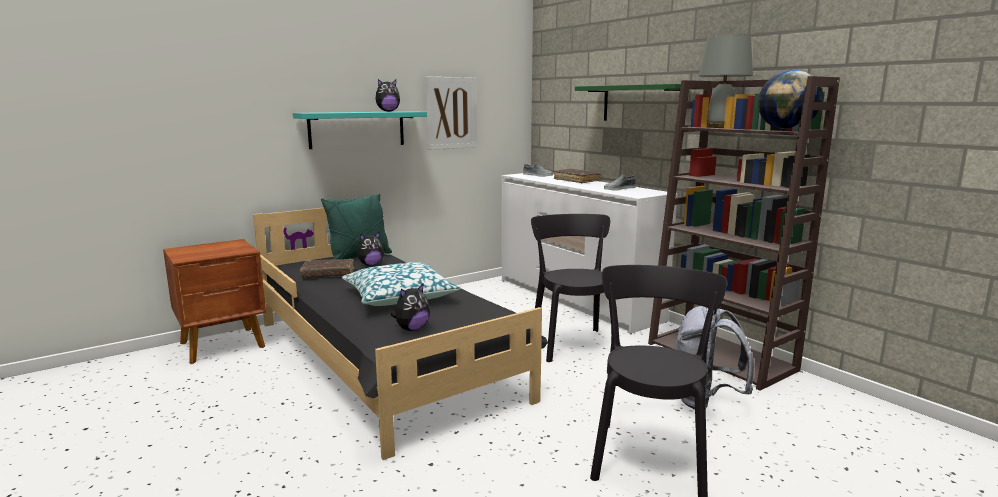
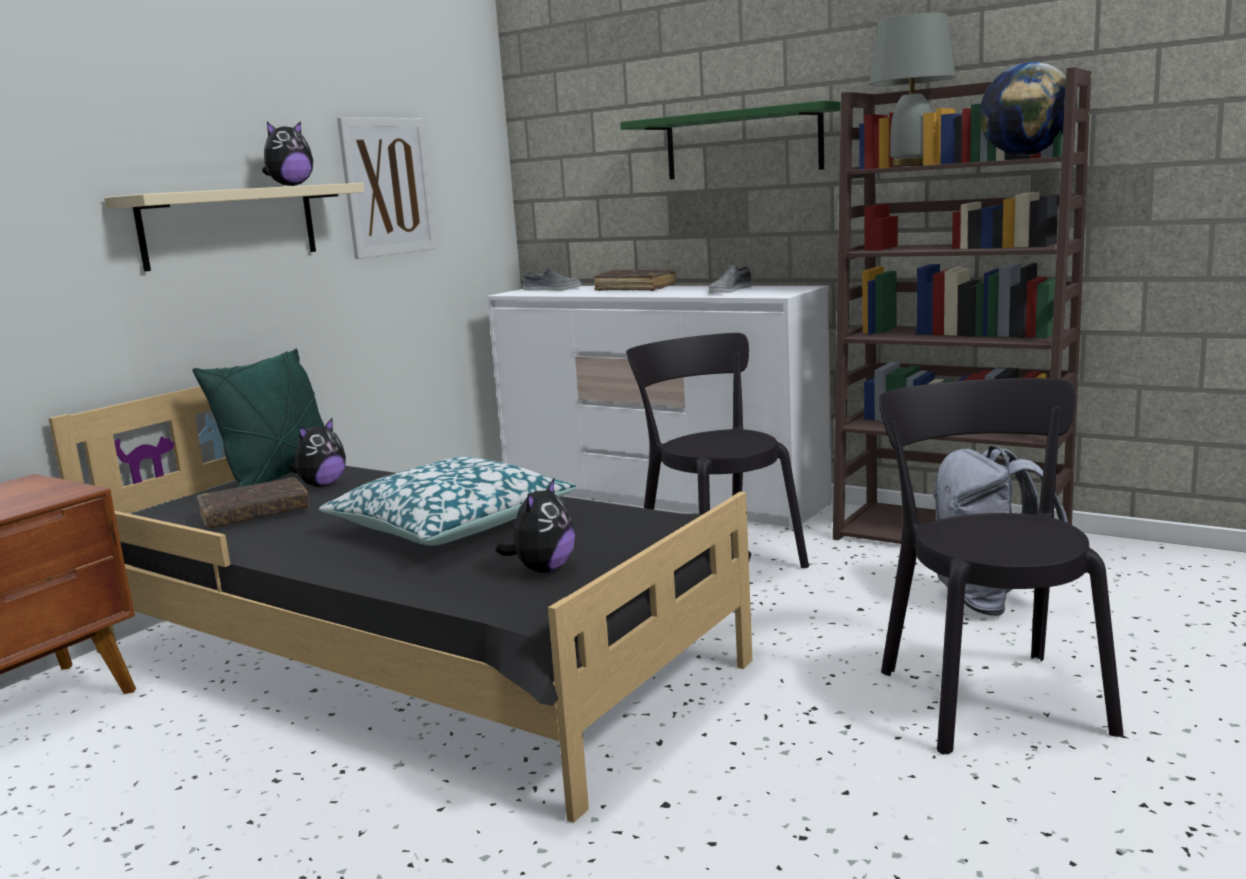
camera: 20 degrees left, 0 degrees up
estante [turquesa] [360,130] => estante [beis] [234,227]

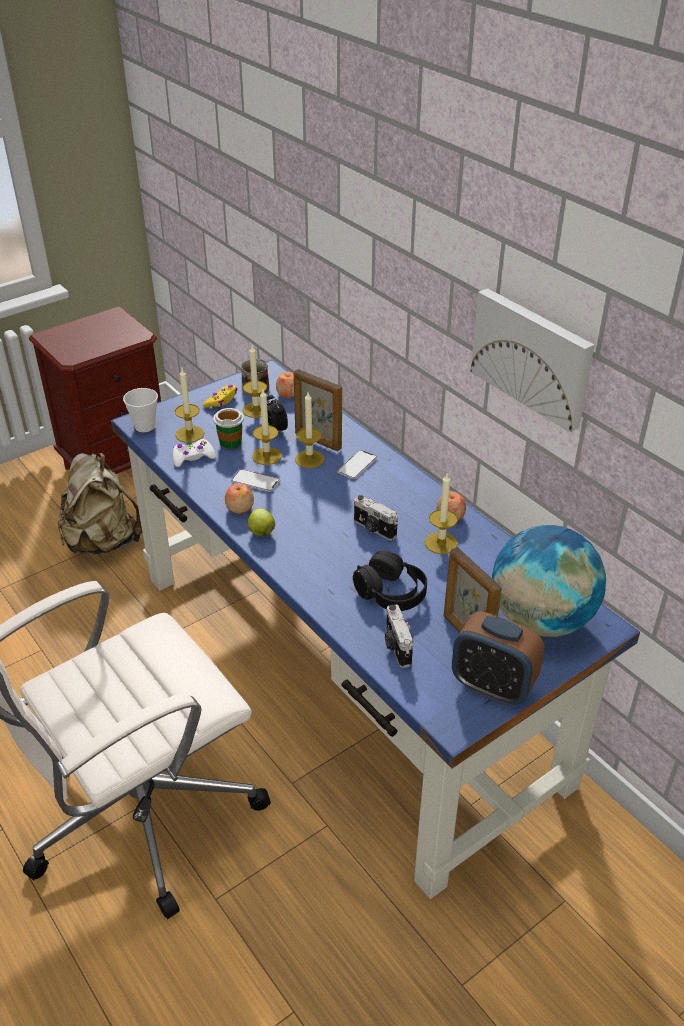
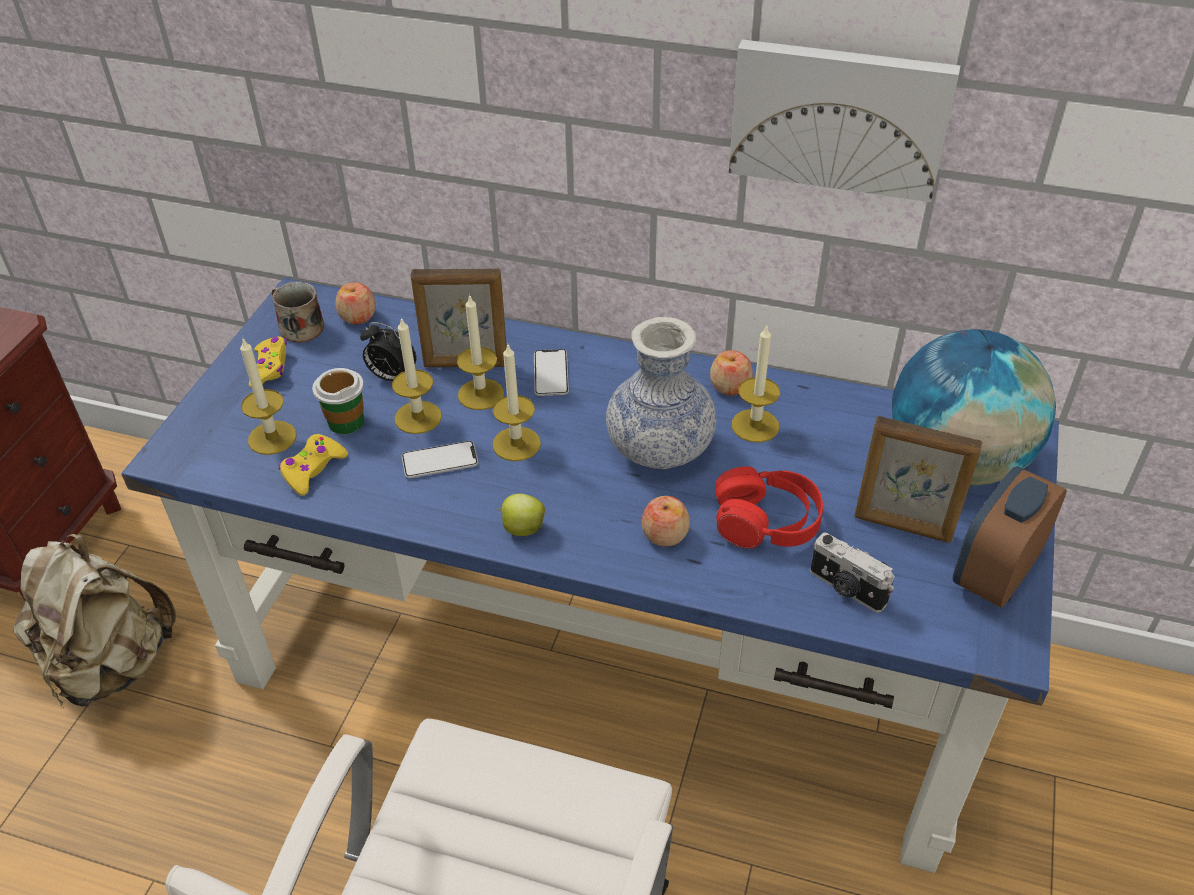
camera: 35 degrees left, 5 degrees up
taza [140,410] => nothing
mando de consola [blanco] [194,453] => mando de consola [amarillo] [313,465]
manzana [239,498] => manzana [665,521], moved
vela [254,381] => vela [517,402], moved
auriculares [negro] [390,580] => auriculares [rojo] [769,507]
cámara [376,518] => florero [661,393]
despertador [498,658] => despertador [1009,537], 135 degrees clockwise

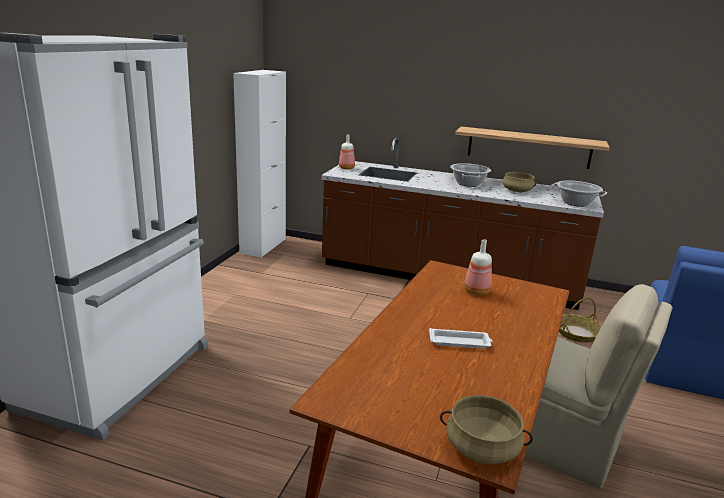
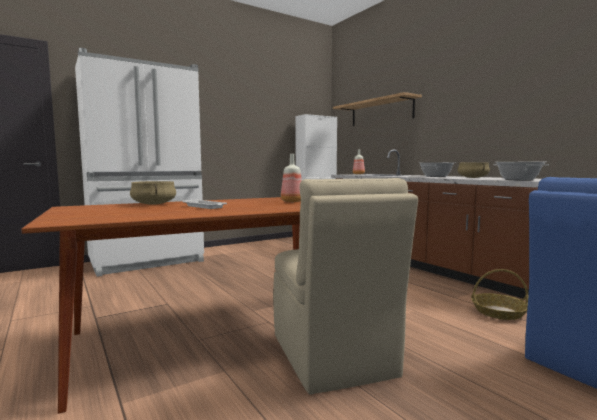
camera: 40 degrees right, 15 degrees down
olla [beis] [486,429] => olla [beis] [153,193], moved
estante [532,148] => estante [377,109], moved

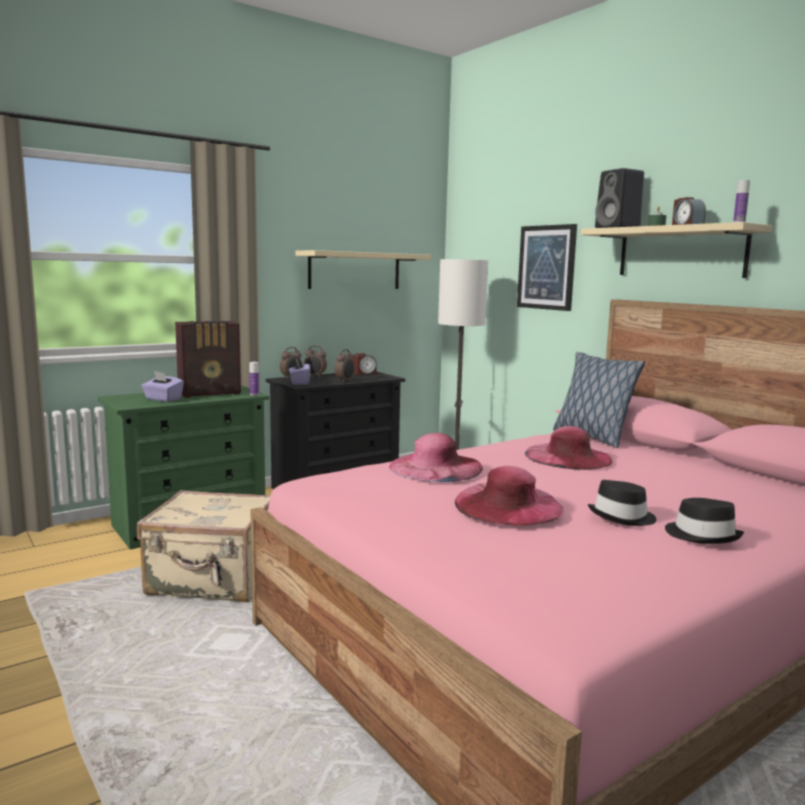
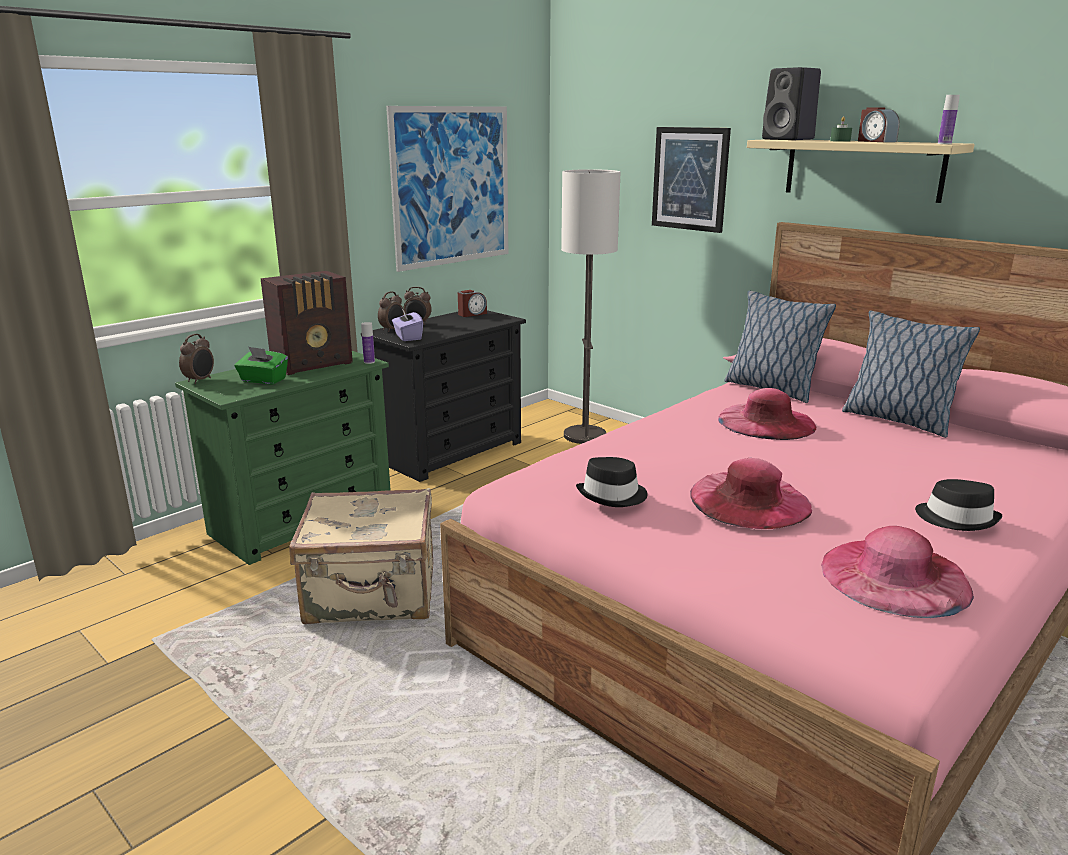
camera: 10 degrees left, 10 degrees up
caja de pañuelos [morado] [163,386] => caja de pañuelos [verde] [261,365]
estante [beis] [363,269] => cuadro [447,189]
despertador [345,365] => despertador [196,359], moved
sombrero [rosa] [436,457] => sombrero [rosa] [897,572], moved
sombrero [negro] [622,503] => sombrero [negro] [612,482], moved
nothing => cojín [911,374]

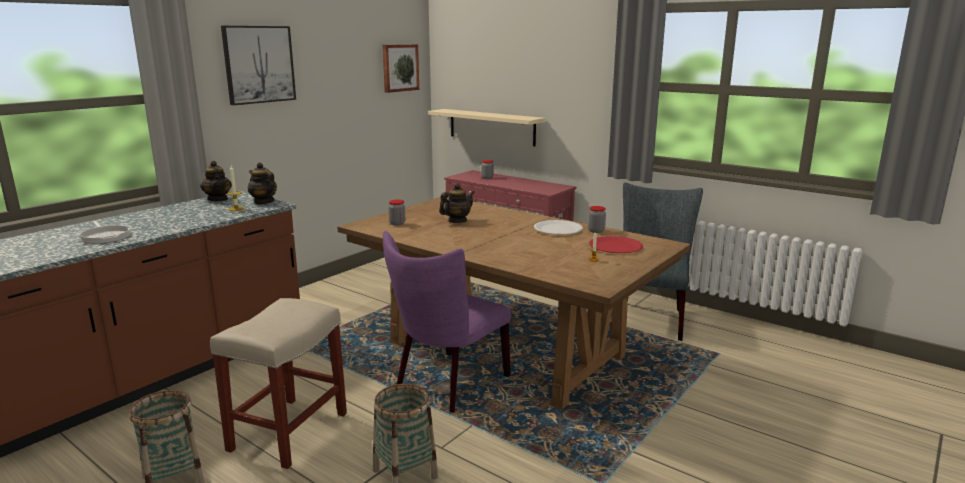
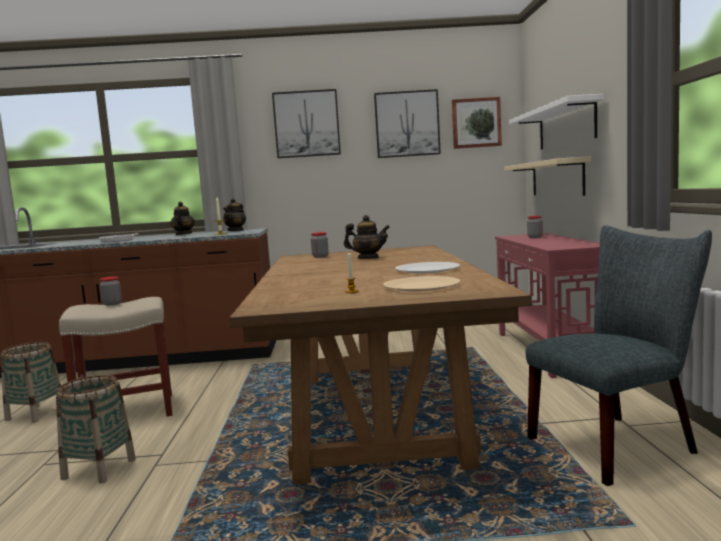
camera: 50 degrees right, 10 degrees down
tetera [262,183] => tetera [182,218], moved
silla [morado] [447,321] => nothing
tarro [597,219] => tarro [111,291], moved
plato [rojo] [616,244] => plato [beis] [422,284]
nothing => cuadro [407,123]
nothing => estante [blanco] [556,121]

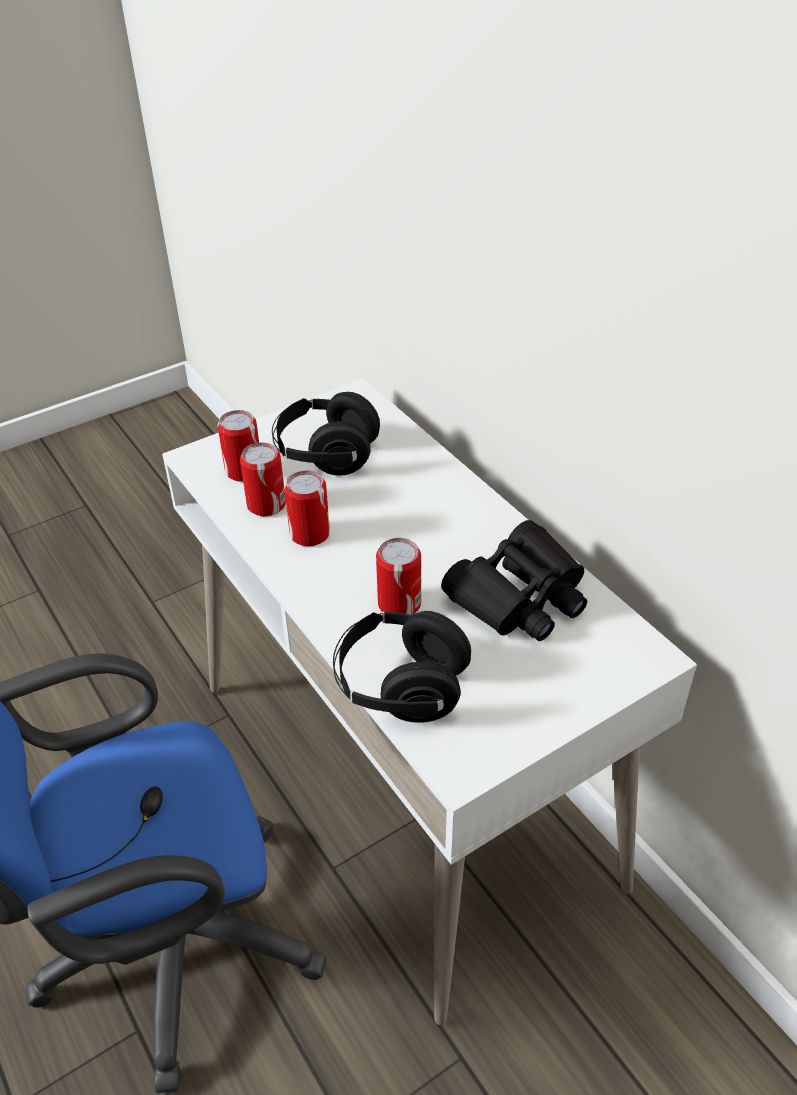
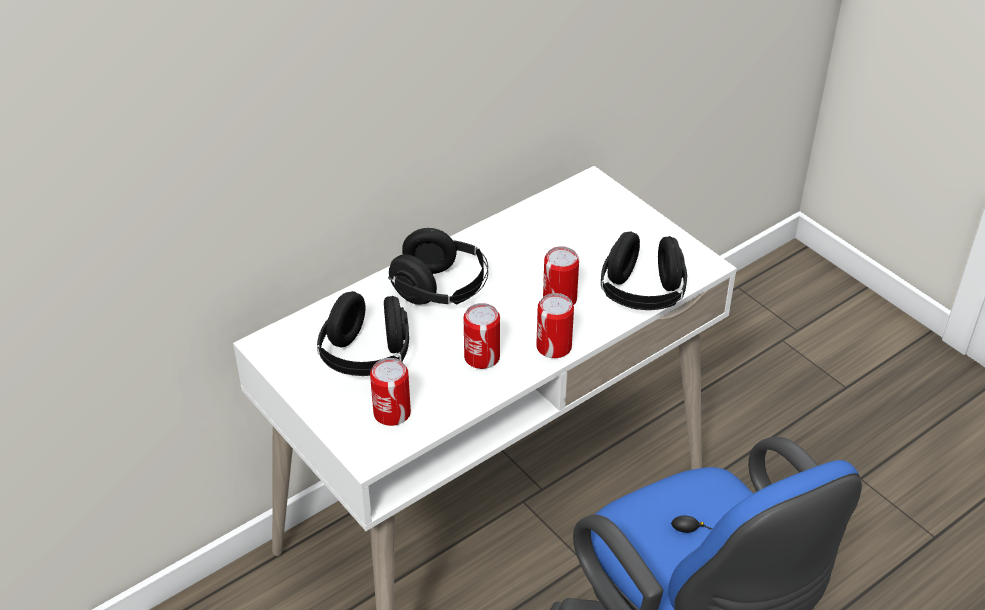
camera: 95 degrees left, 0 degrees up
lata [263,479] => lata [555,325], moved
prismáticos [negro] [514,580] => nothing
nothing => auriculares [negro] [438,266]

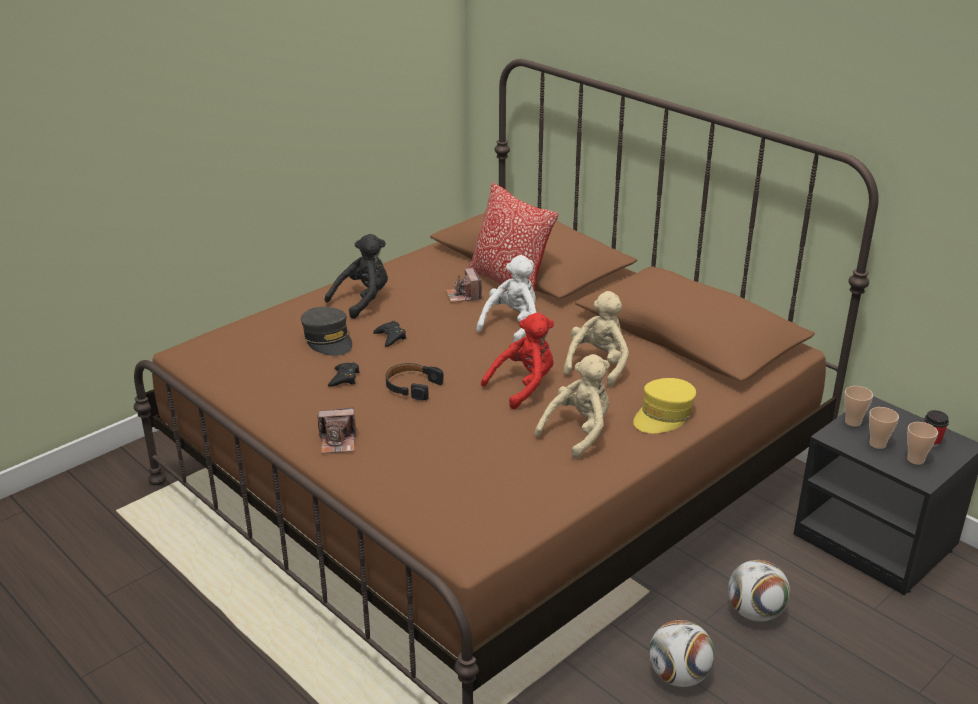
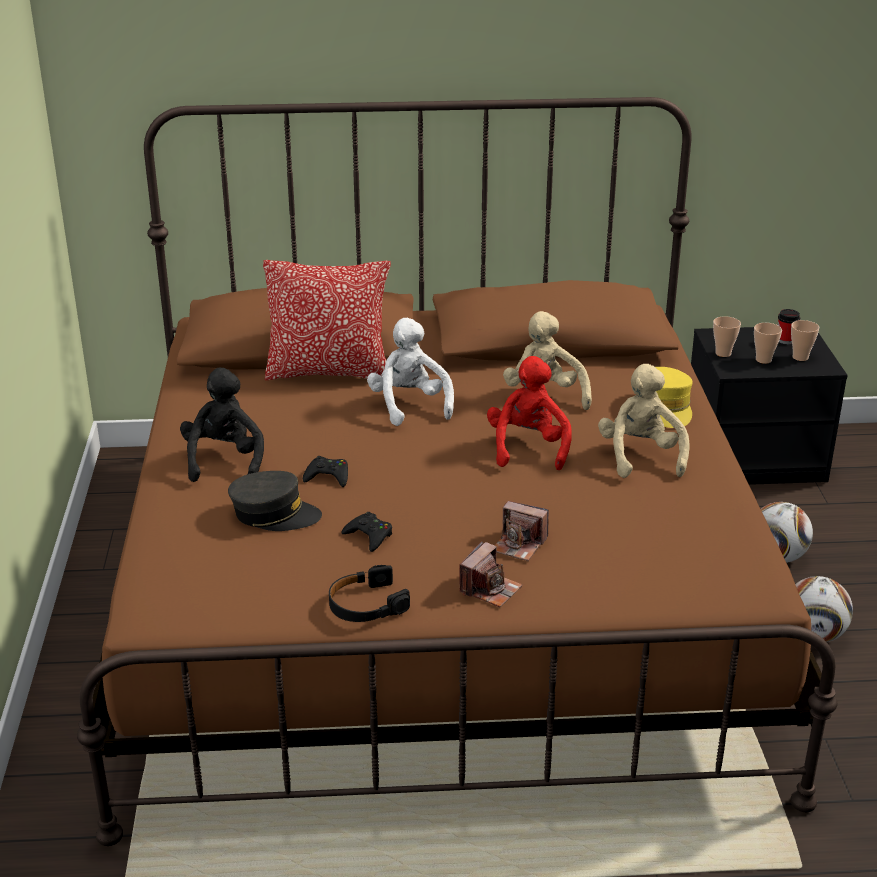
camera: 50 degrees left, 0 degrees up
auriculares [negro] [415,381] => auriculares [negro] [369,593], moved
cámara [464,285] => cámara [522,531], moved

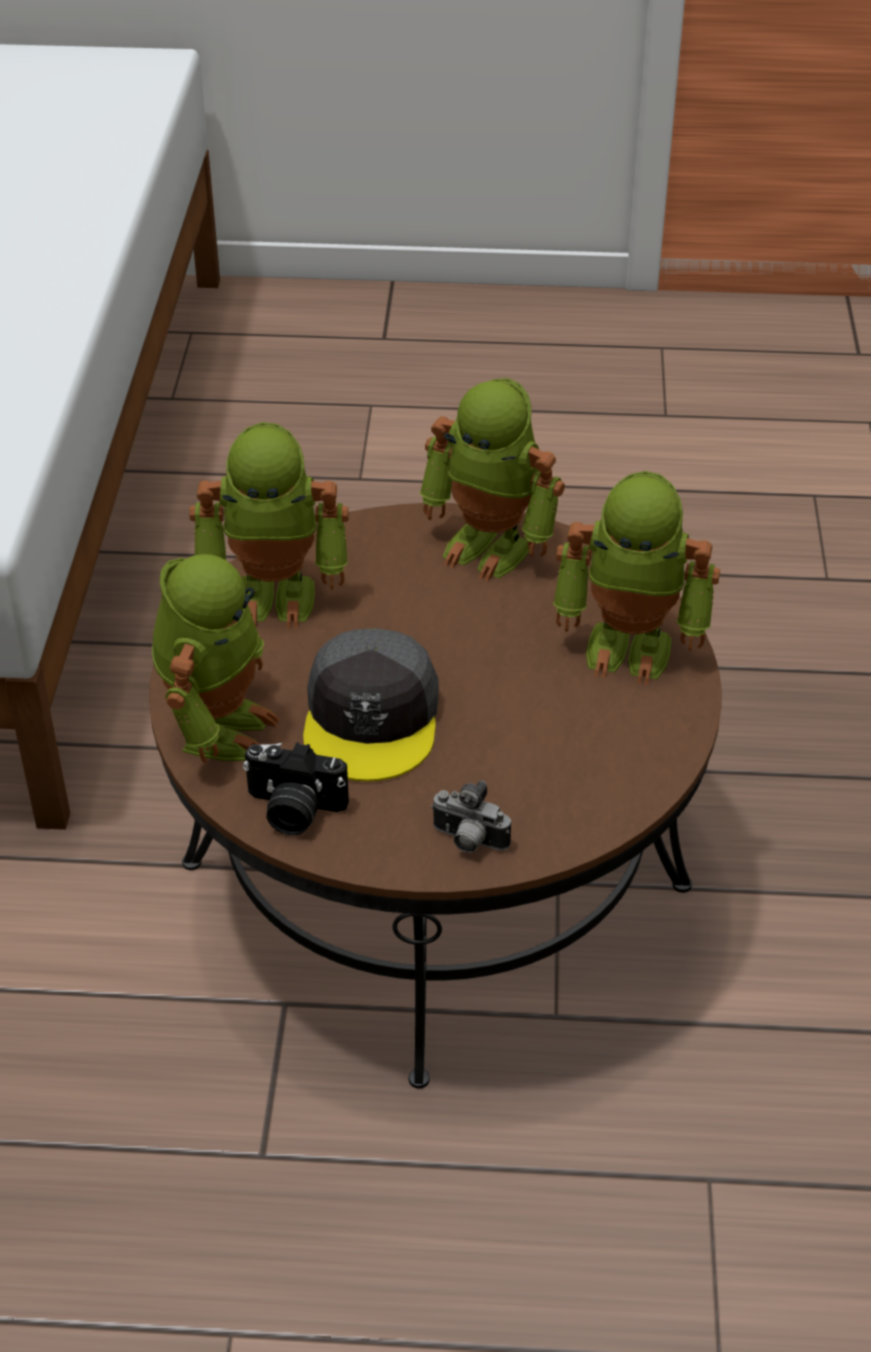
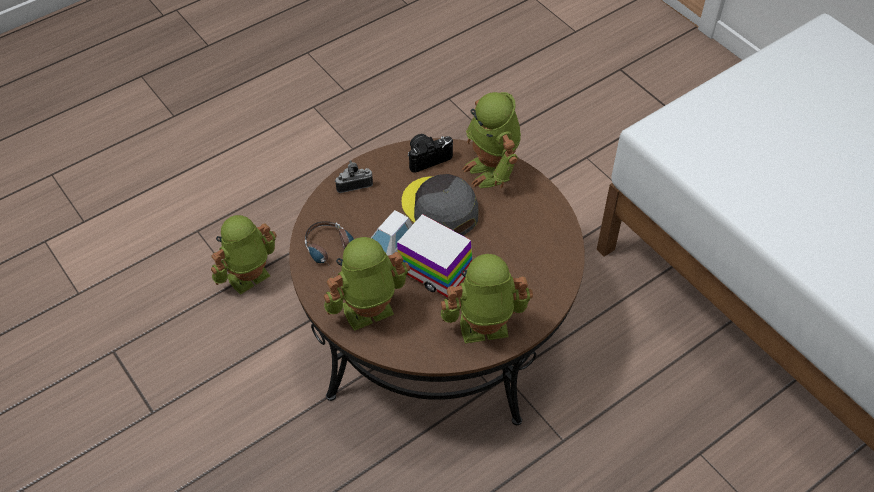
camera: 140 degrees right, 10 degrees up
robot de juguete [269,525] => robot de juguete [244,255], moved
nothing => auriculares [329,248]
nothing => camión de juguete [421,254]

